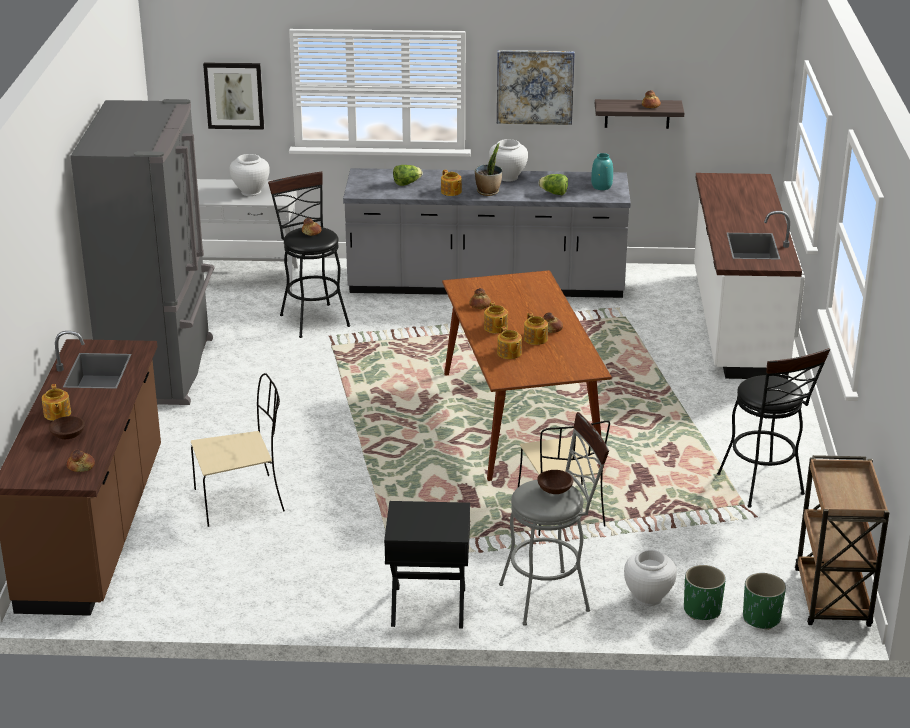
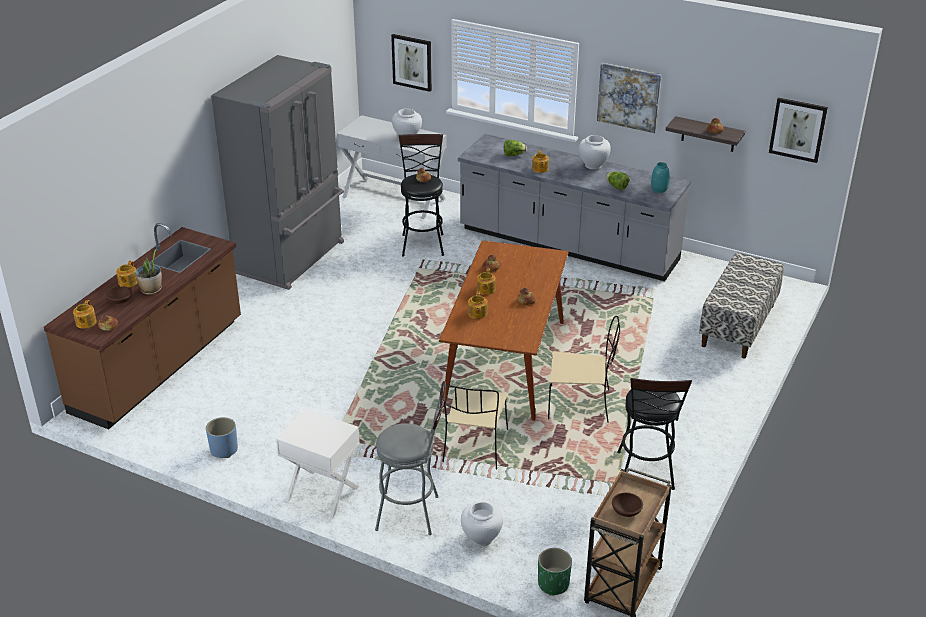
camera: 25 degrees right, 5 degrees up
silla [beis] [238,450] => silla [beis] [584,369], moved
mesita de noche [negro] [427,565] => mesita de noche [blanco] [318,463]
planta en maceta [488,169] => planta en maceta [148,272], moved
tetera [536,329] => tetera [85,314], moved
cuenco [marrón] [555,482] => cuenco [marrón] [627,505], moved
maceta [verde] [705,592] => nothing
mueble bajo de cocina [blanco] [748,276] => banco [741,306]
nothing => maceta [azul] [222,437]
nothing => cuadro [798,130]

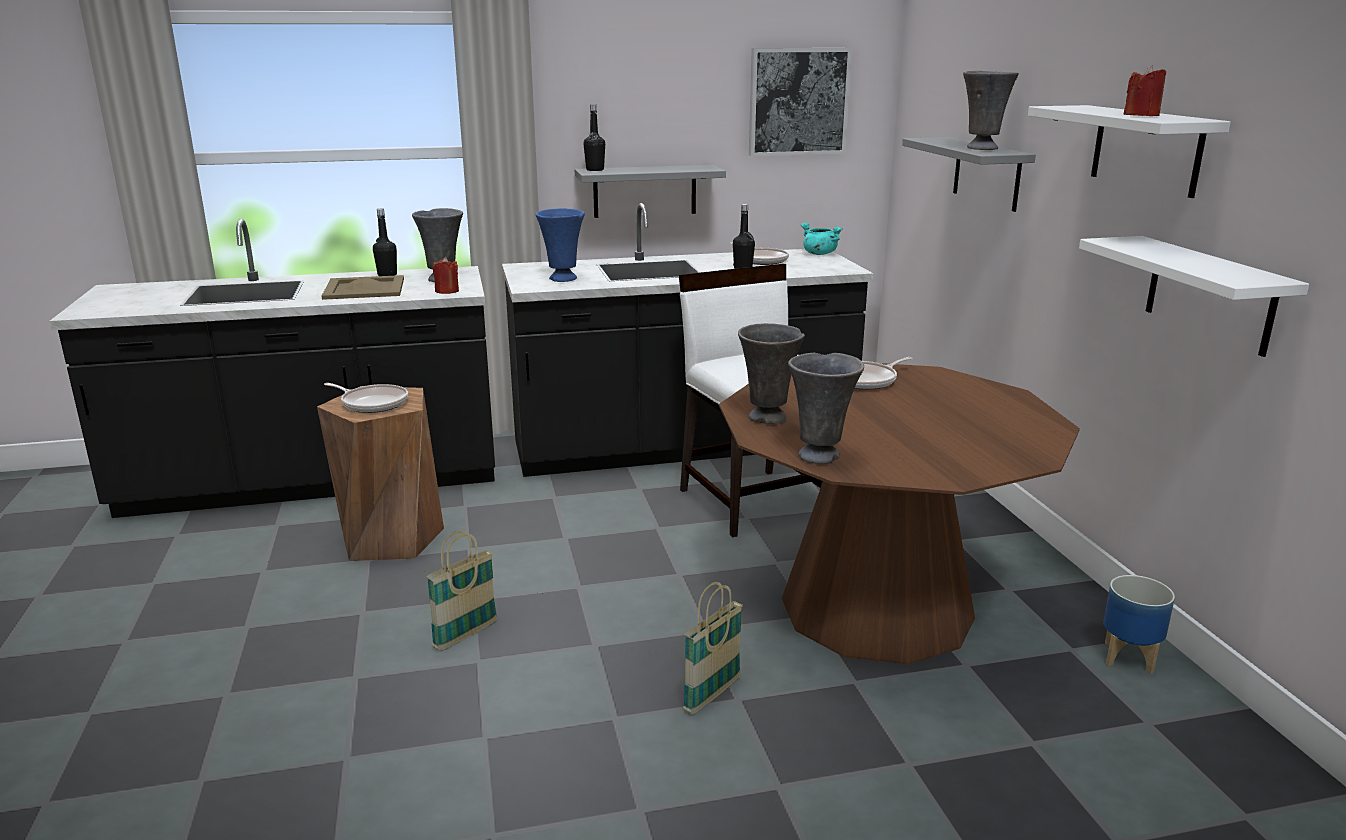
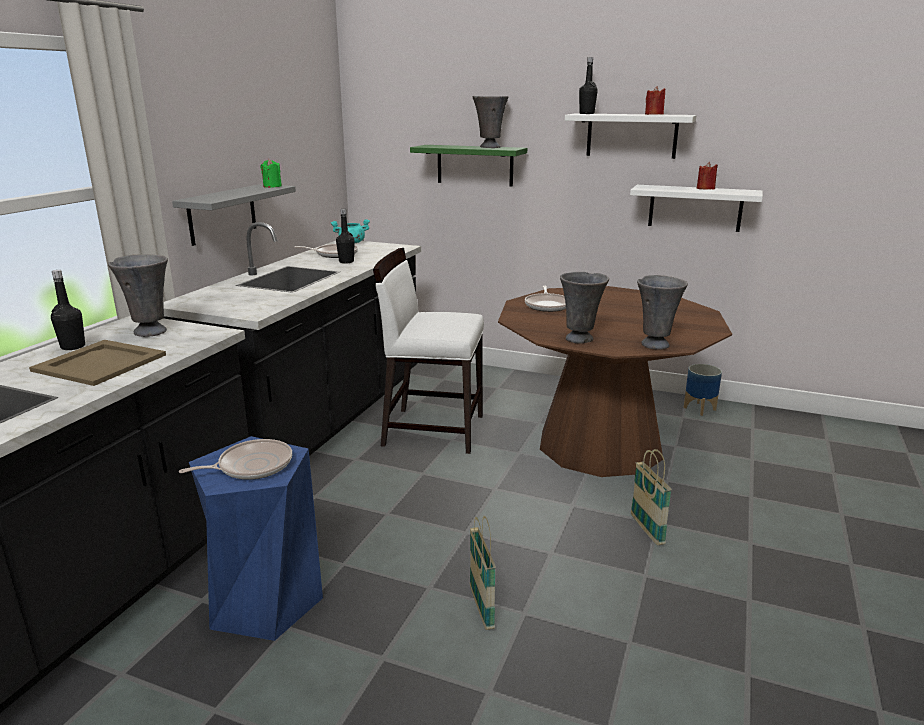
camera: 55 degrees left, 0 degrees up
taburete [marrón] [380,473] => taburete [azul] [256,538]
vela [rojo] [446,275] => vela [rojo] [707,176], moved
florero [azul] [560,245] => nothing
botella [negro] [594,137] => botella [negro] [588,85], moved
cuadro [800,102] => nothing
estante [gris] [969,174] => estante [verde] [468,165]
nothing => vela [verde] [271,173]

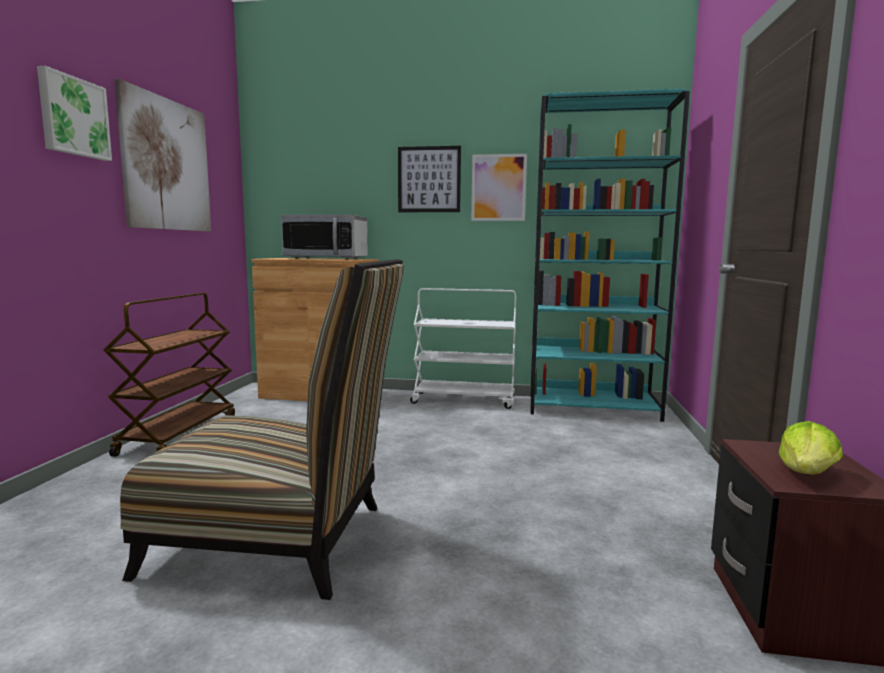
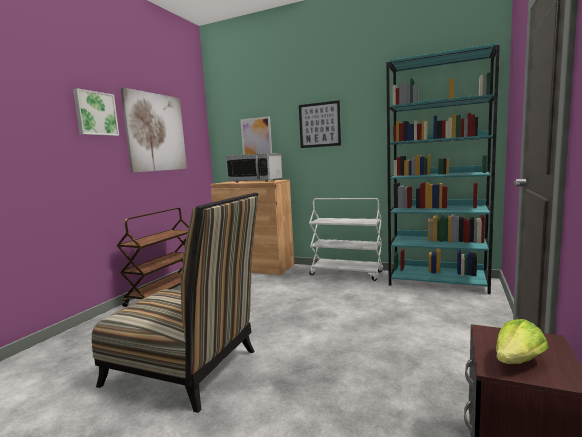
camera: 15 degrees right, 0 degrees up
cuadro [499,187] => cuadro [256,135], moved

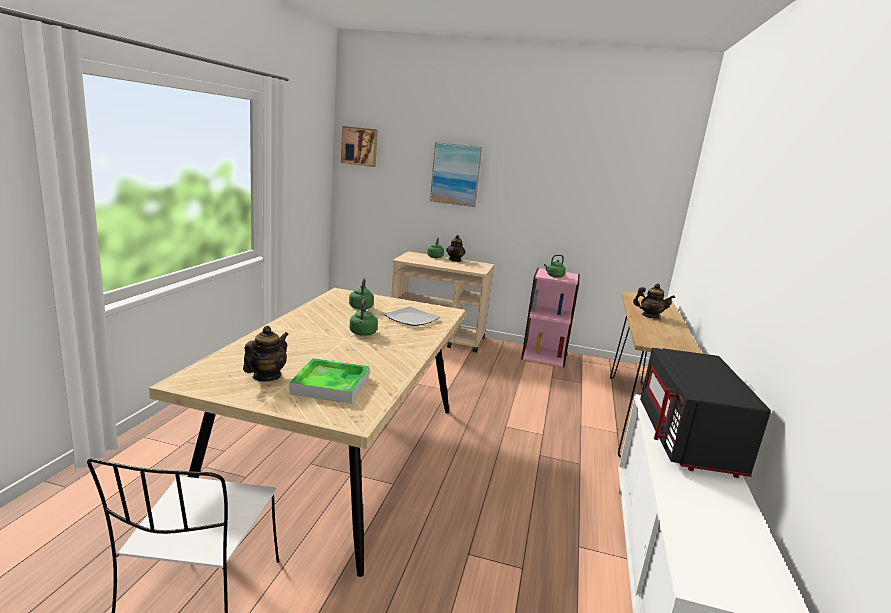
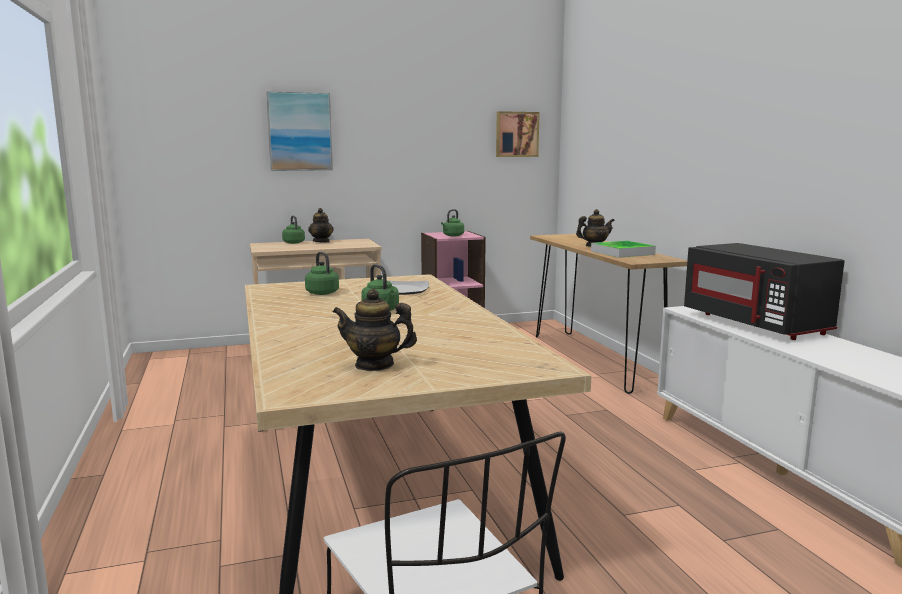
camera: 30 degrees left, 5 degrees down
tetera [266,354] => tetera [375,330], 75 degrees counterclockwise
bandeja [329,381] => bandeja [623,249], moved
cuadro [359,146] => cuadro [518,134], moved

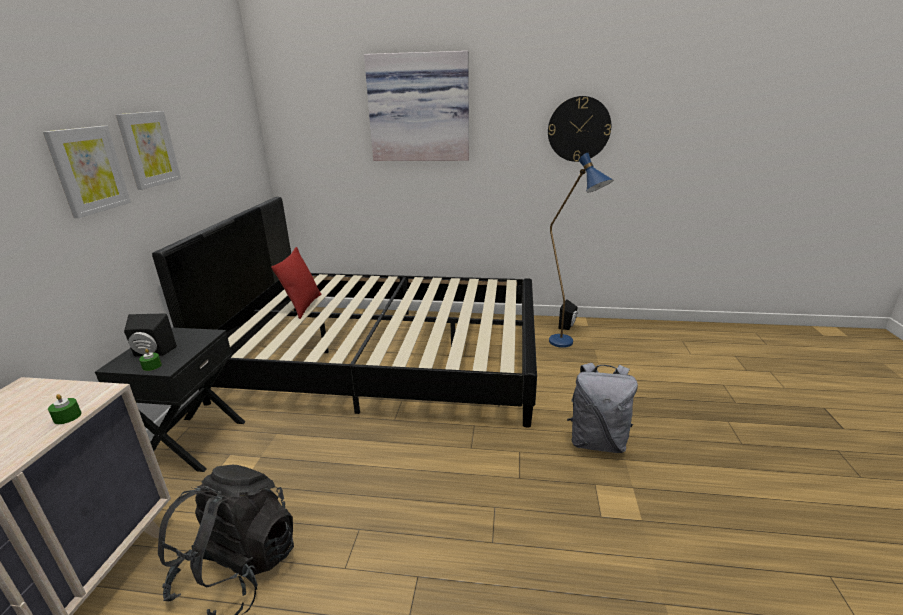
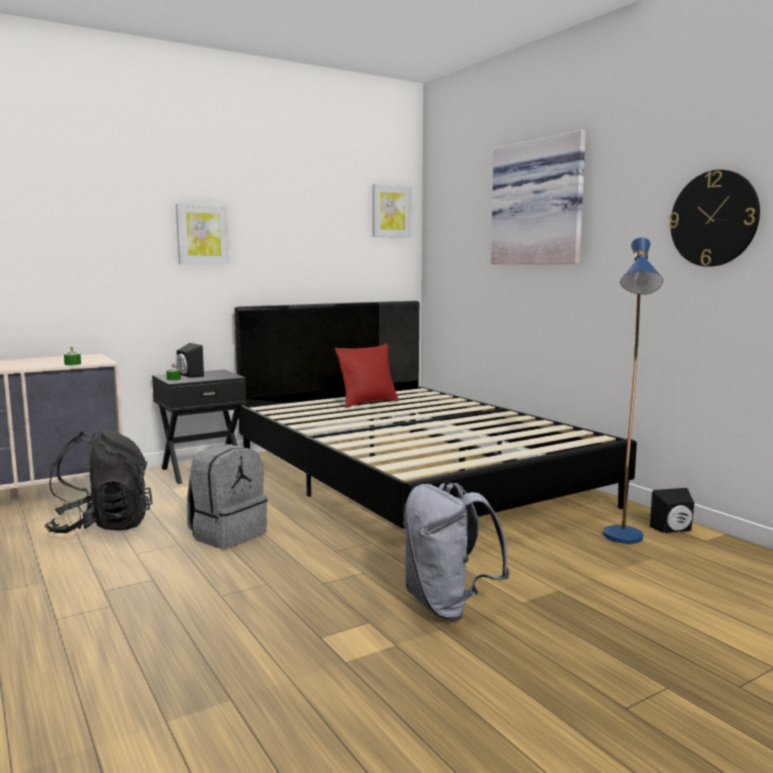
camera: 50 degrees right, 15 degrees down
cuadro [148,150] => cuadro [392,211], moved
nothing => mochila [gris] [227,496]

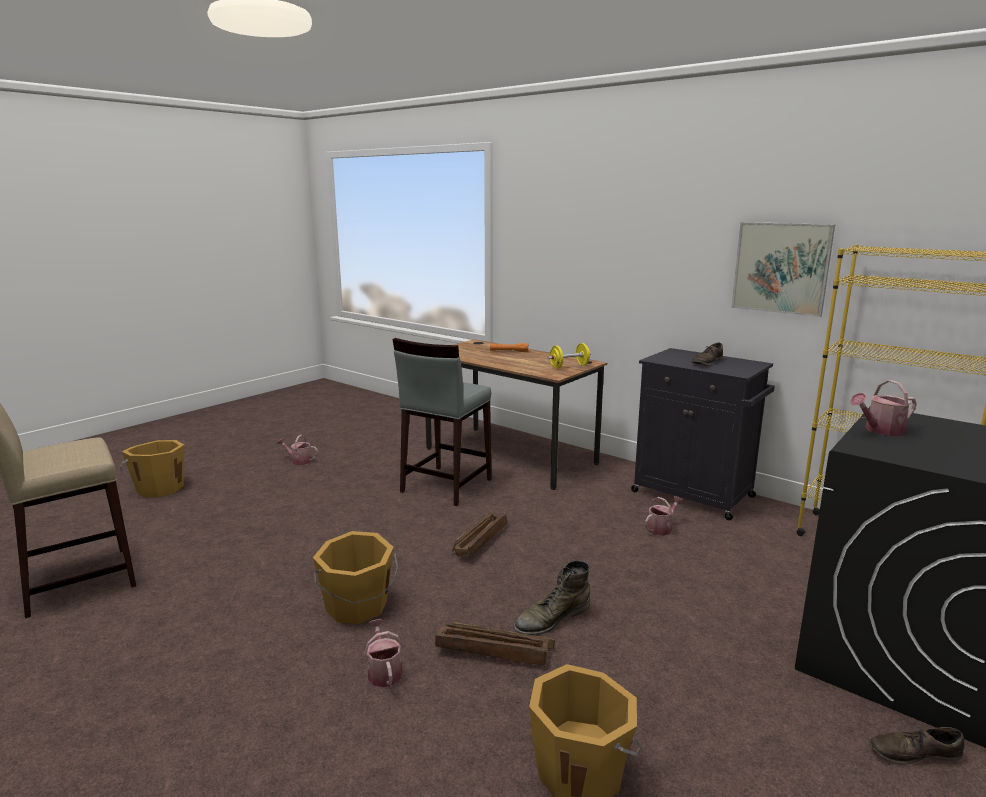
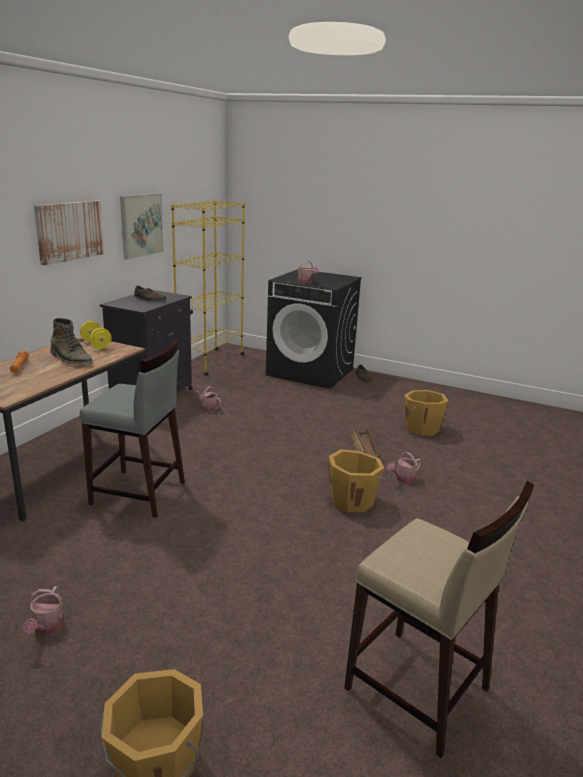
camera: 105 degrees left, 5 degrees up
caja de embalaje [480,534] => nothing
bota [verde] [551,598] => bota [verde] [72,341], moved
nothing => cuadro [69,233]

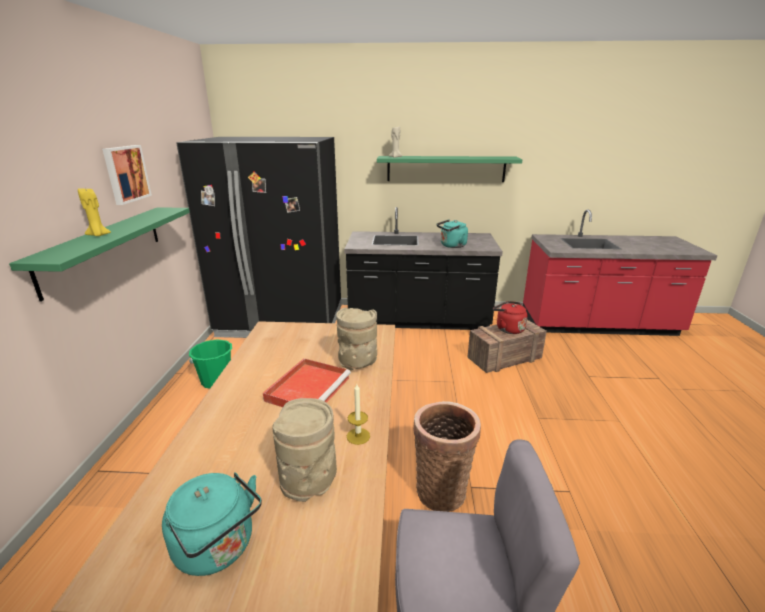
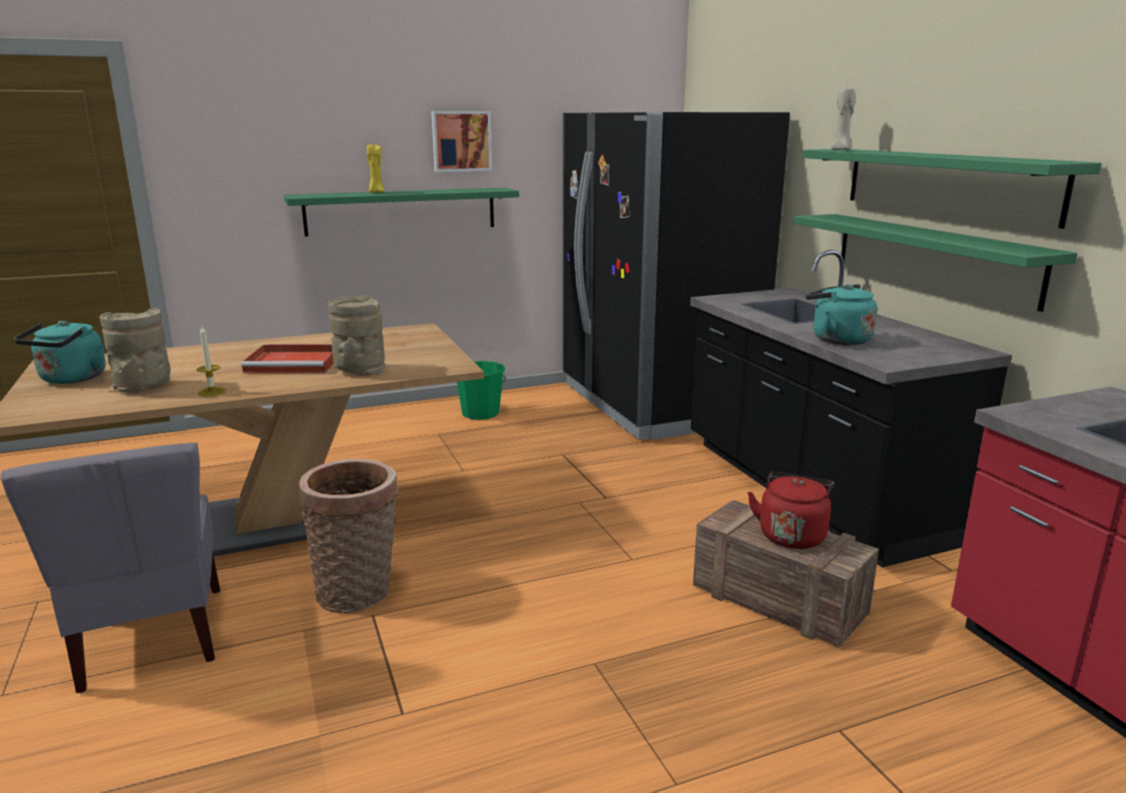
camera: 65 degrees right, 5 degrees down
nothing => estante [verde] [935,263]

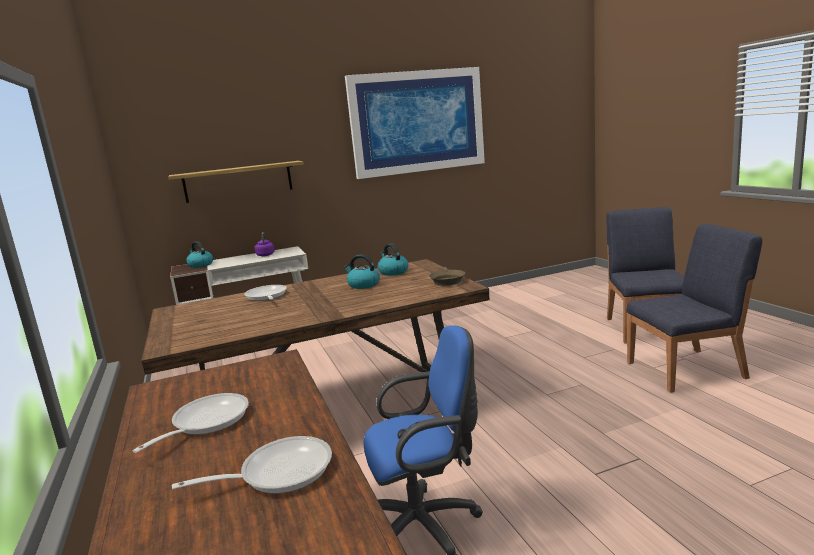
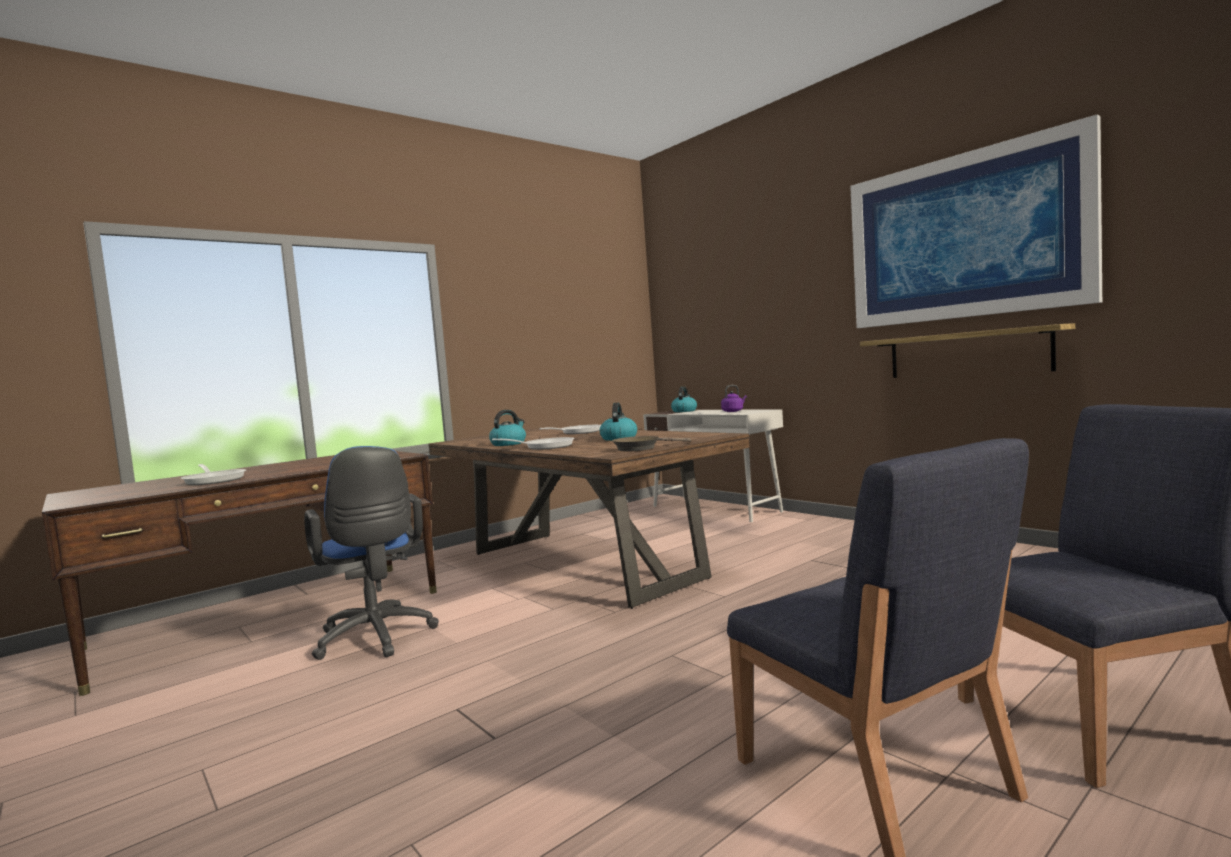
camera: 70 degrees right, 10 degrees down
sartén [191,423] => sartén [533,443], moved
estante [236,182] => estante [967,350], moved
hervidor [393,260] => hervidor [507,428], moved

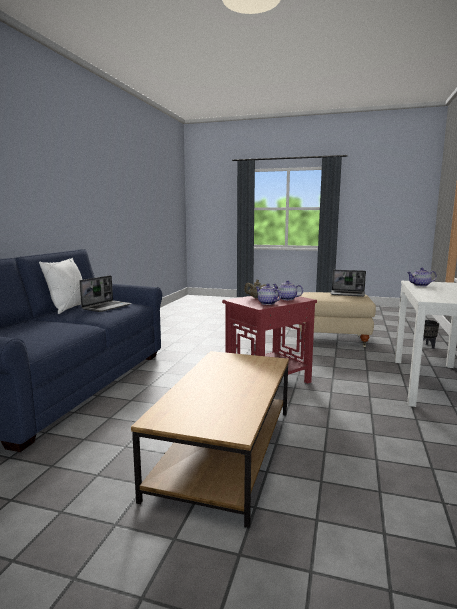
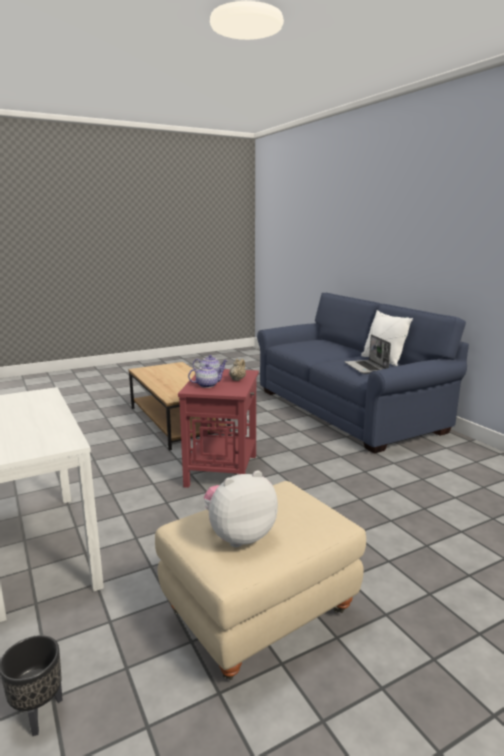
camera: 135 degrees right, 5 degrees up
portátil [348,283] => peluche [241,508]
tetera [422,277] => nothing

